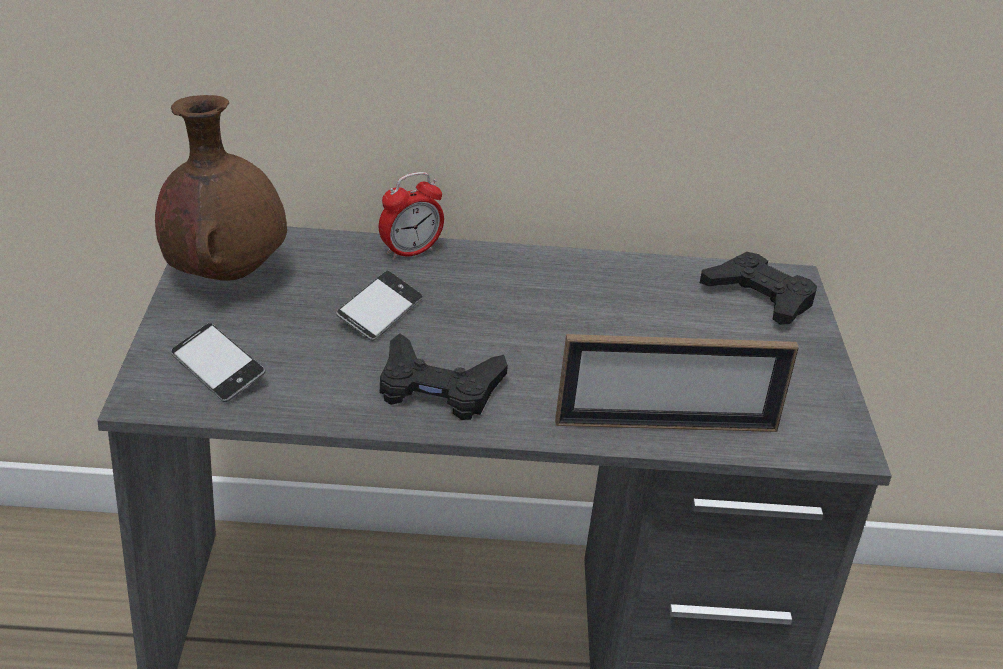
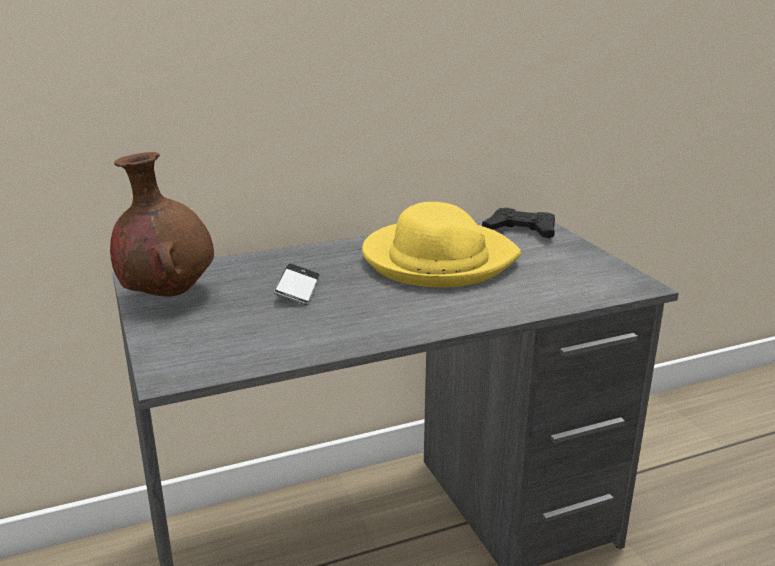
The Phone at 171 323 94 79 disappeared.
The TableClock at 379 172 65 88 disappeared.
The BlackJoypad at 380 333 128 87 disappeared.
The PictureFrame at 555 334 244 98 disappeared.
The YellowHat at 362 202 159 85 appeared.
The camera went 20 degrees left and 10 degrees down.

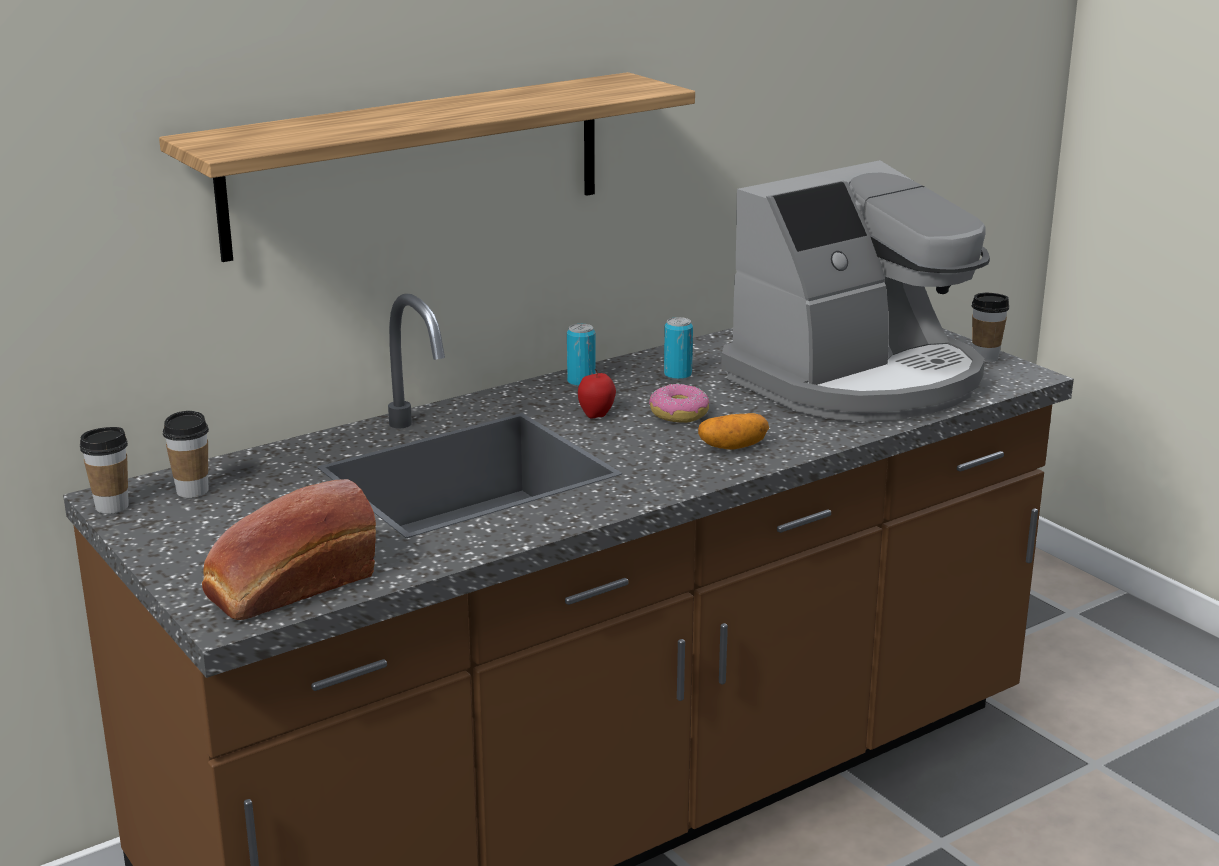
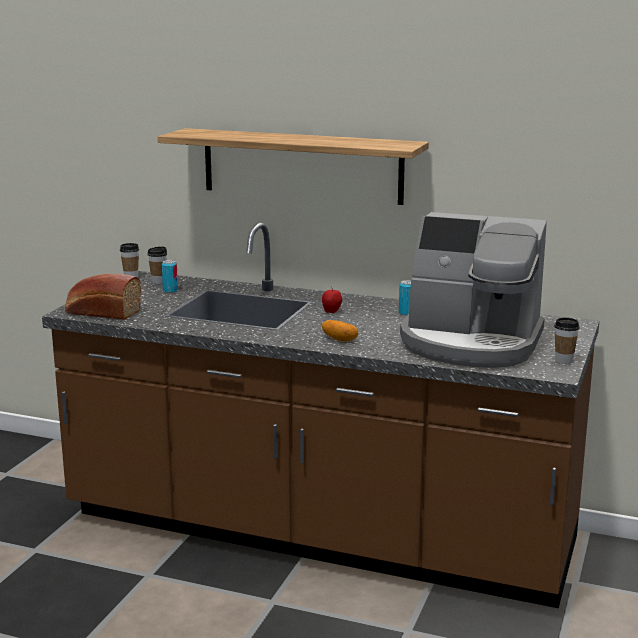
The RingDoughnut at 649 384 61 39 disappeared.
The MetalCan moved from 567 324 29 63 to 162 260 16 33.
The camera went 55 degrees right and 5 degrees down.

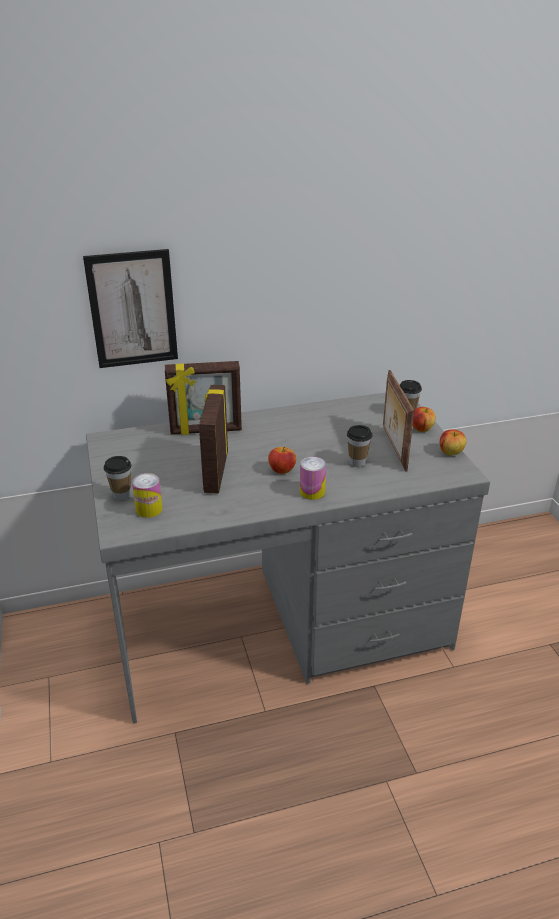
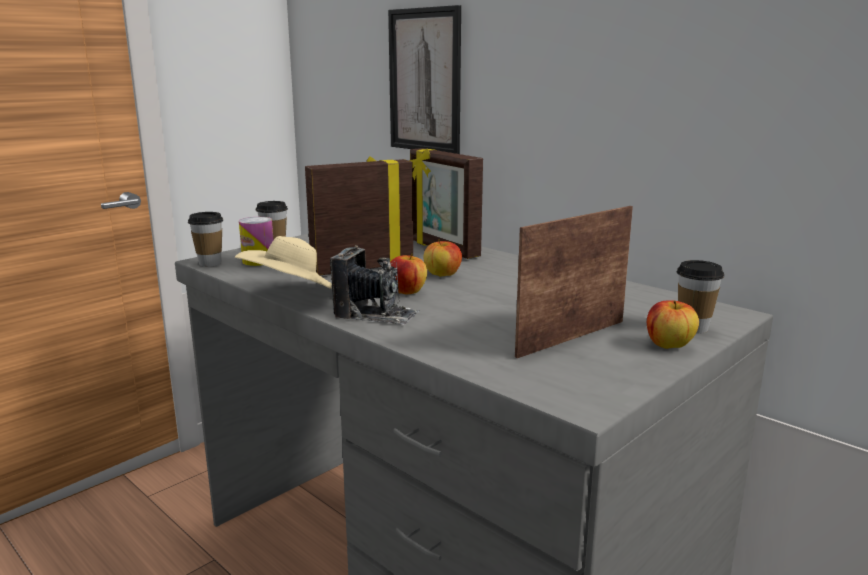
The BeigeColouredHat at 235 236 97 53 appeared.
The SmallCup moved from 347 425 25 42 to 188 212 35 55.
The Apple moved from 440 430 26 25 to 423 239 39 38.
The MetalCan at 300 457 26 43 was replaced by the PhotoCamera at 330 245 89 80.
The camera went 60 degrees right and 15 degrees down.

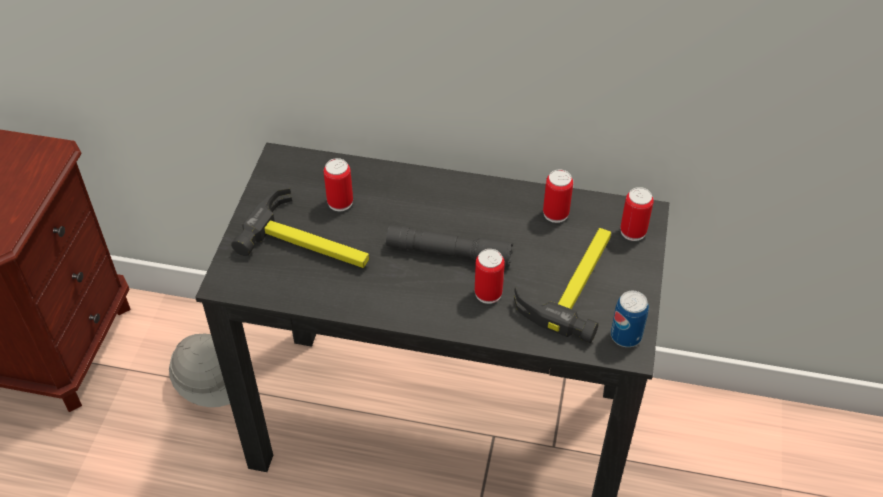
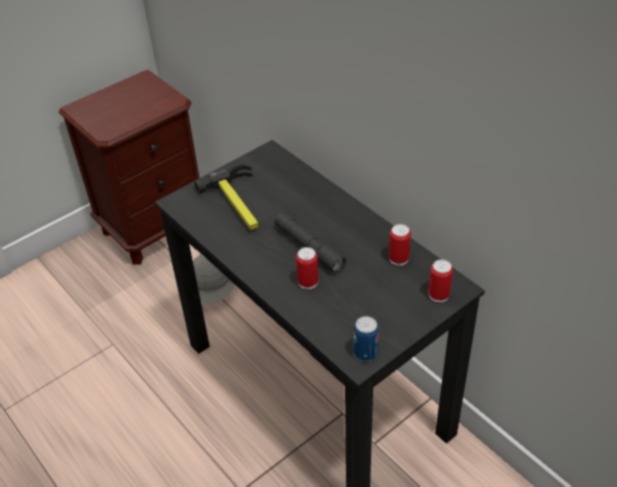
The MetalCan at 324 158 29 53 disappeared.
The HandHammer at 514 228 97 115 disappeared.
The camera went 40 degrees right and 5 degrees down.

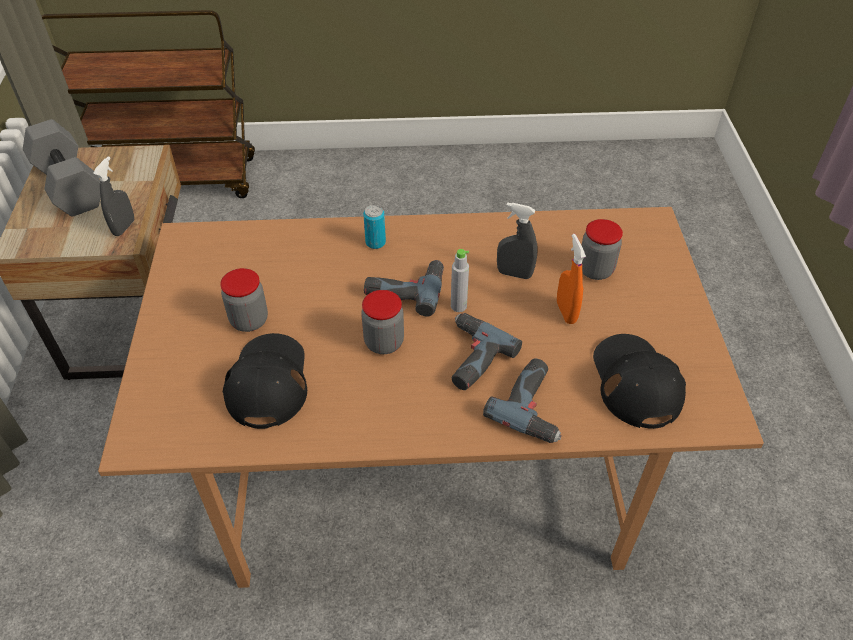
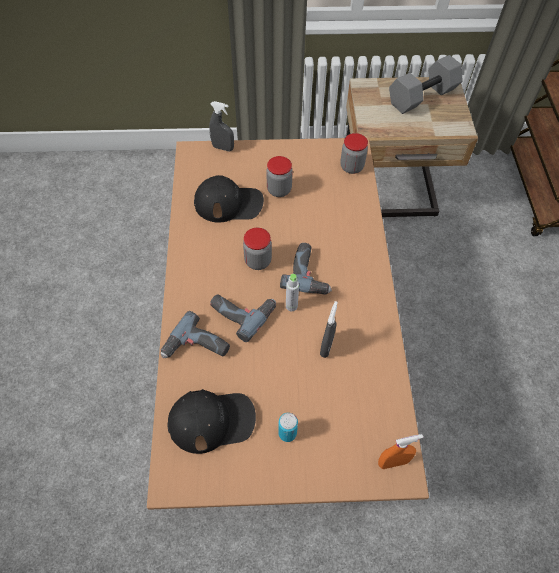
The GreySprayBottle moved from 93 156 41 80 to 209 101 25 50.
The MetalCan moved from 363 205 23 44 to 278 413 20 29.
The OrangeySprayBottle moved from 557 234 29 90 to 378 434 45 35.
The Jar moved from 581 219 42 61 to 340 133 28 41.
The camera went 90 degrees right and 10 degrees up.

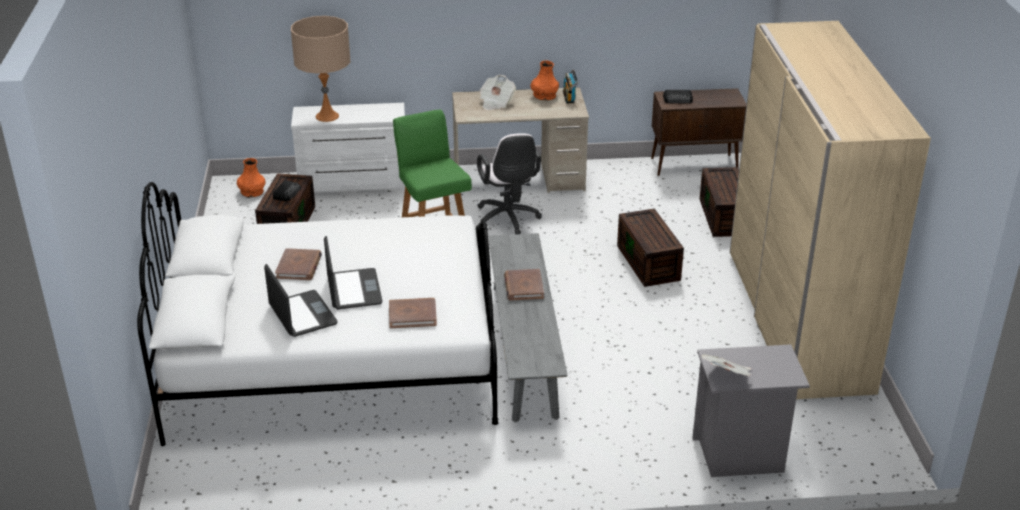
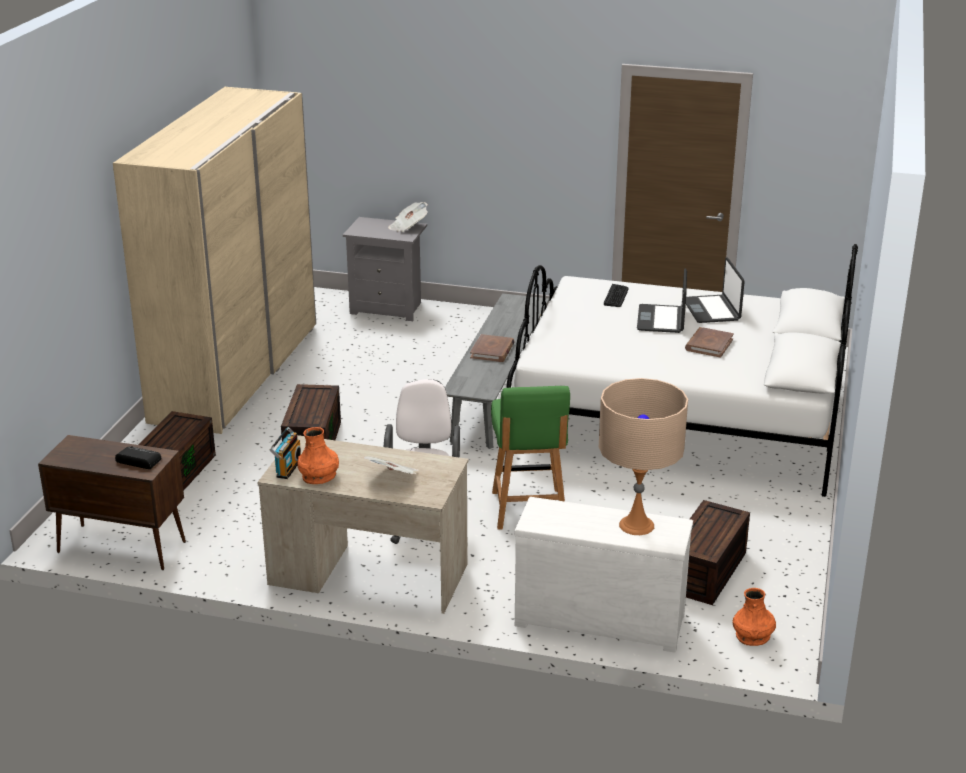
The Radio at 273 180 28 21 disappeared.
The BrownVolume at 389 298 48 30 was replaced by the PcKeyboard at 604 284 25 23.
The camera went 160 degrees left and 5 degrees down.

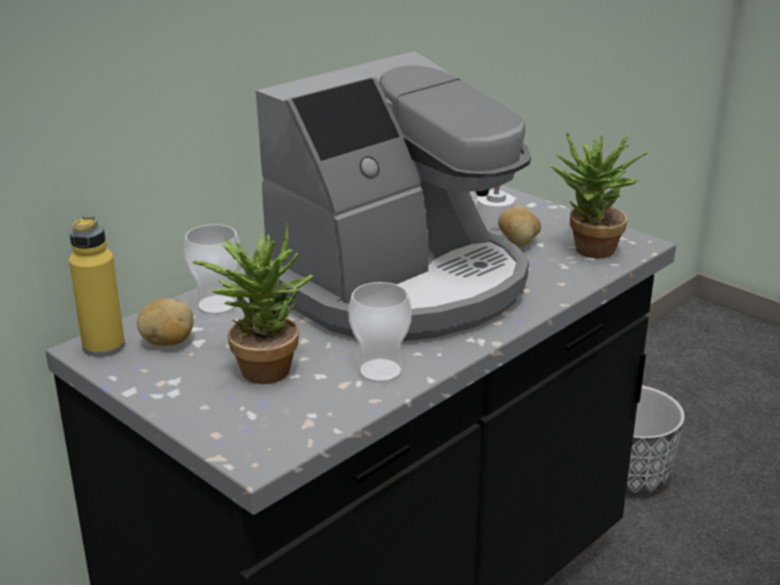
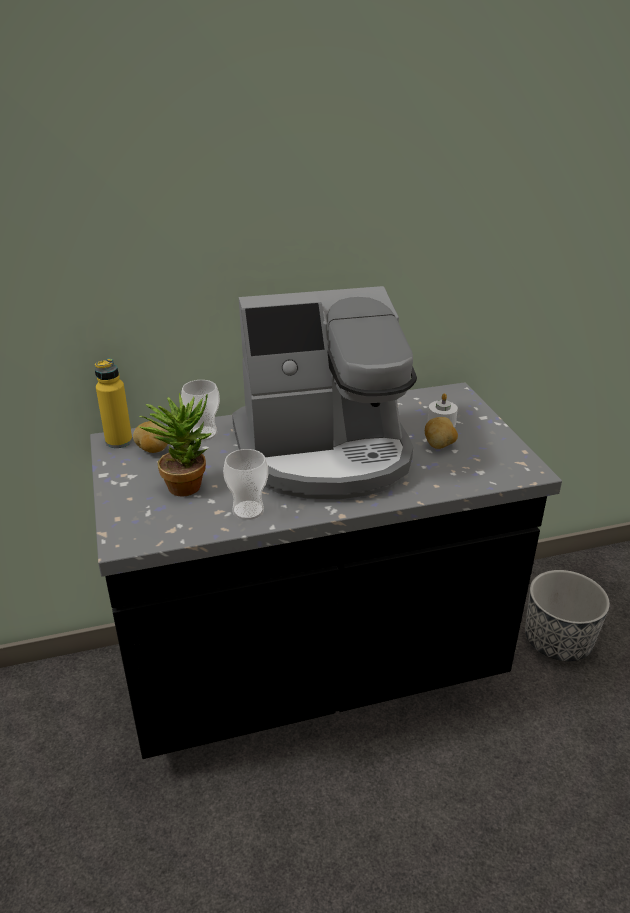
The Houseplant at 550 132 98 126 disappeared.
The camera went 30 degrees right and 5 degrees up.

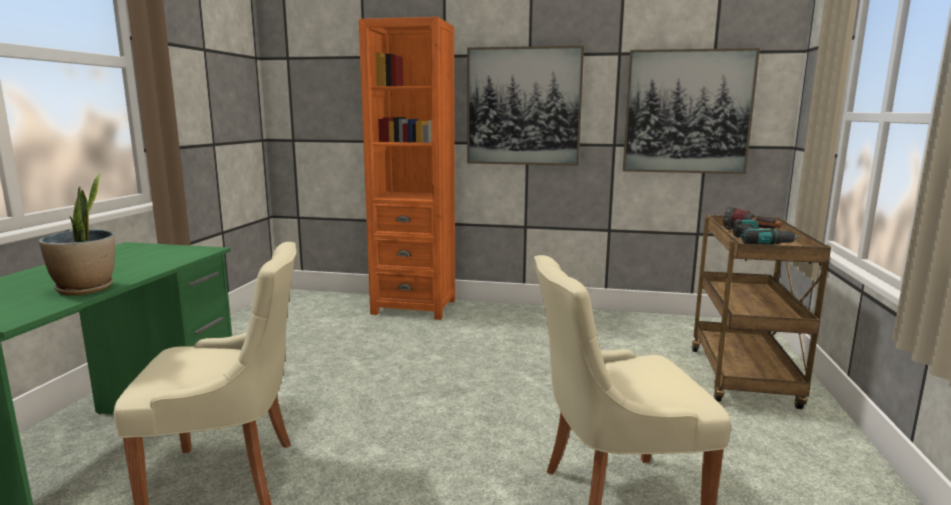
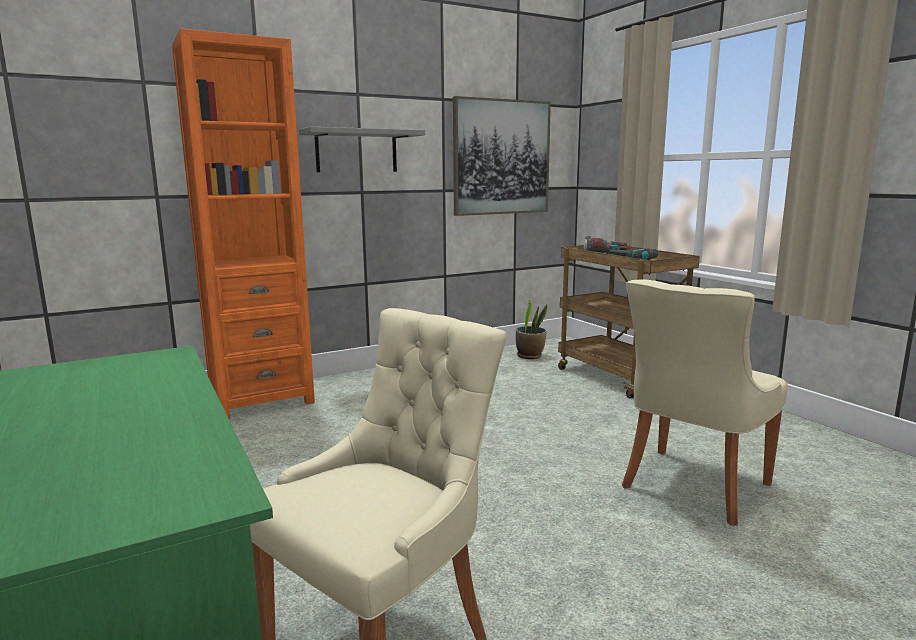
The Houseplant moved from 39 174 76 121 to 516 298 32 61.
The Picture at 467 46 117 120 was replaced by the GreyWallShelf at 299 127 126 45.
The camera went 40 degrees left and 0 degrees up.

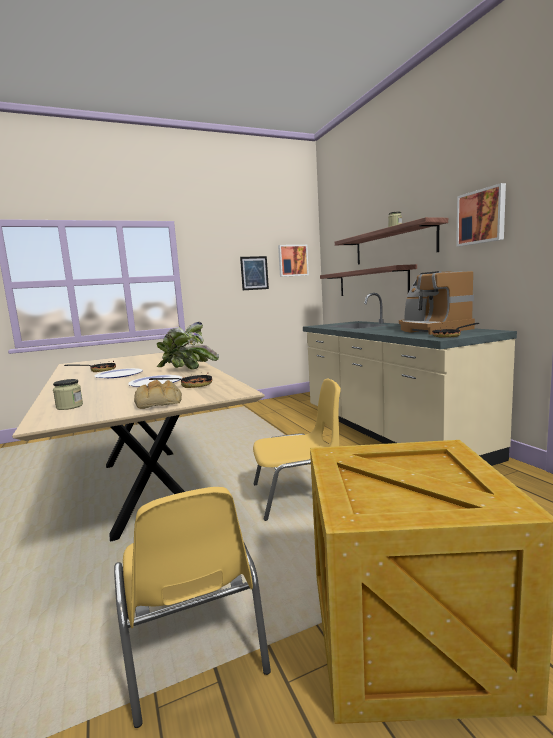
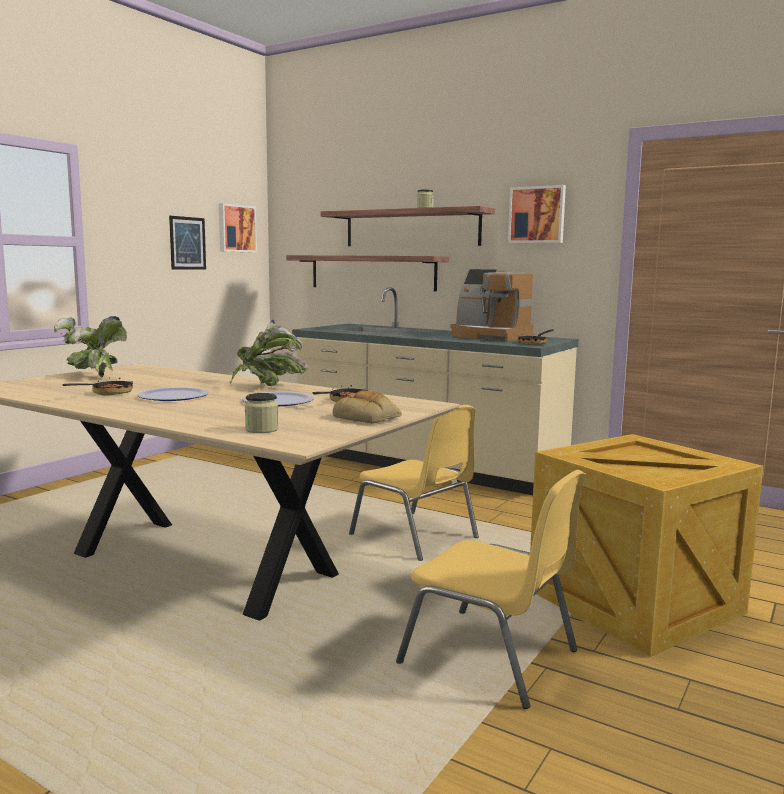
The Houseplant at 54 316 73 61 appeared.
The YellowChair at 253 379 88 142 turned 90 degrees clockwise.
The camera went 35 degrees left and 0 degrees up.

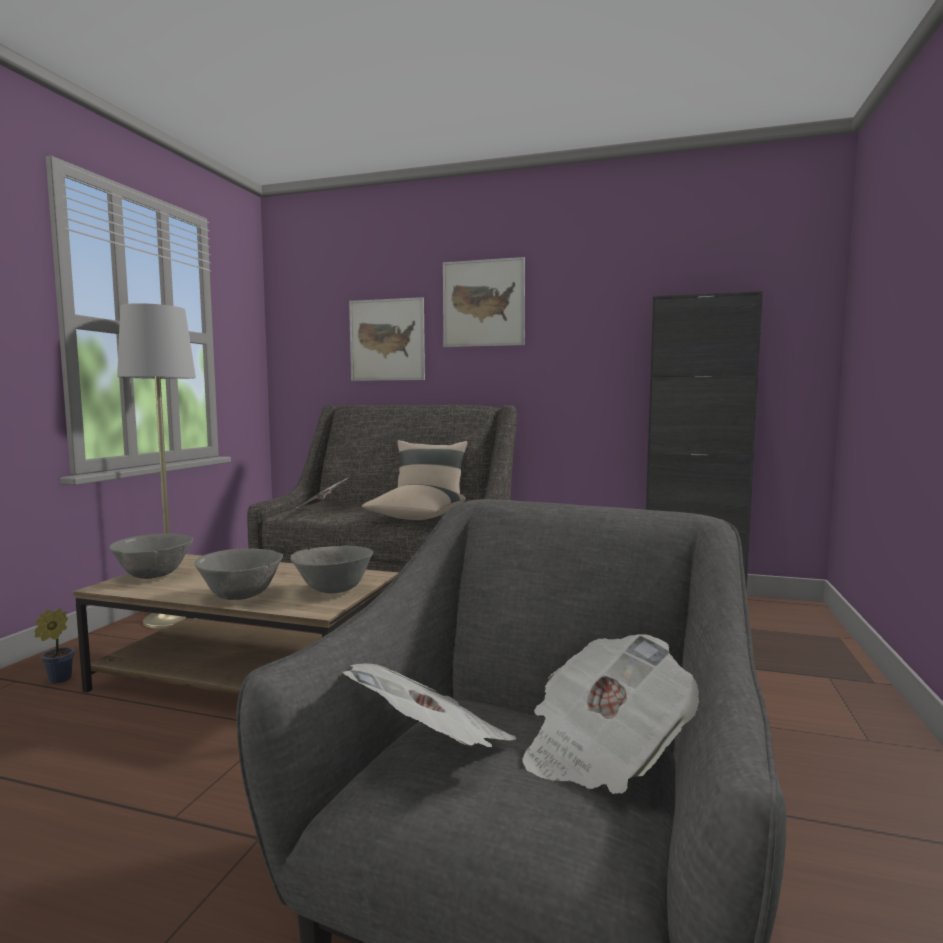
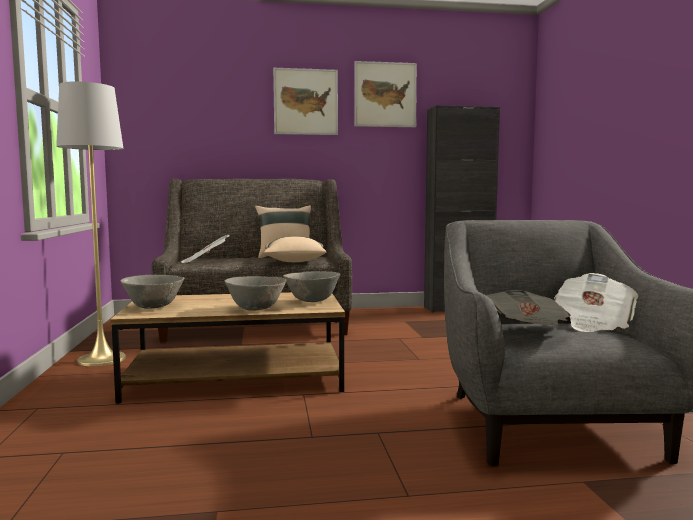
The Houseplant at 35 609 40 75 disappeared.
The Picture moved from 349 297 76 84 to 355 61 62 66.
The camera went 25 degrees left and 0 degrees up.

